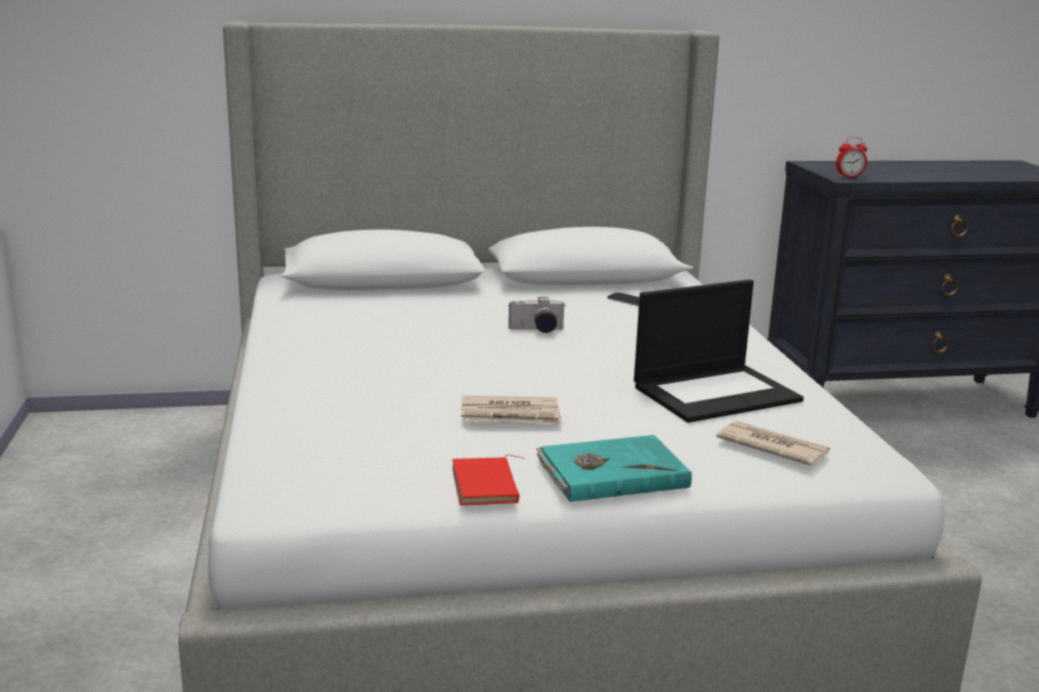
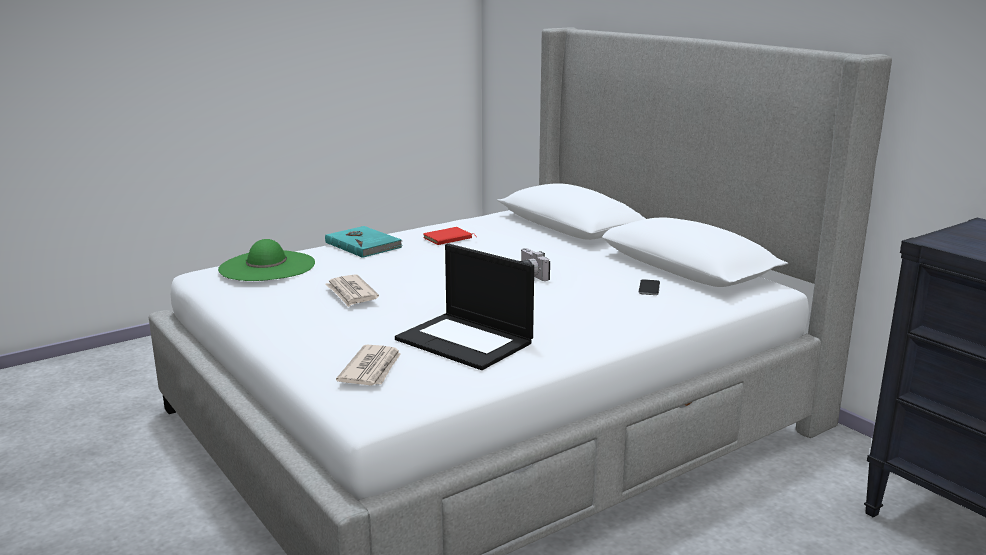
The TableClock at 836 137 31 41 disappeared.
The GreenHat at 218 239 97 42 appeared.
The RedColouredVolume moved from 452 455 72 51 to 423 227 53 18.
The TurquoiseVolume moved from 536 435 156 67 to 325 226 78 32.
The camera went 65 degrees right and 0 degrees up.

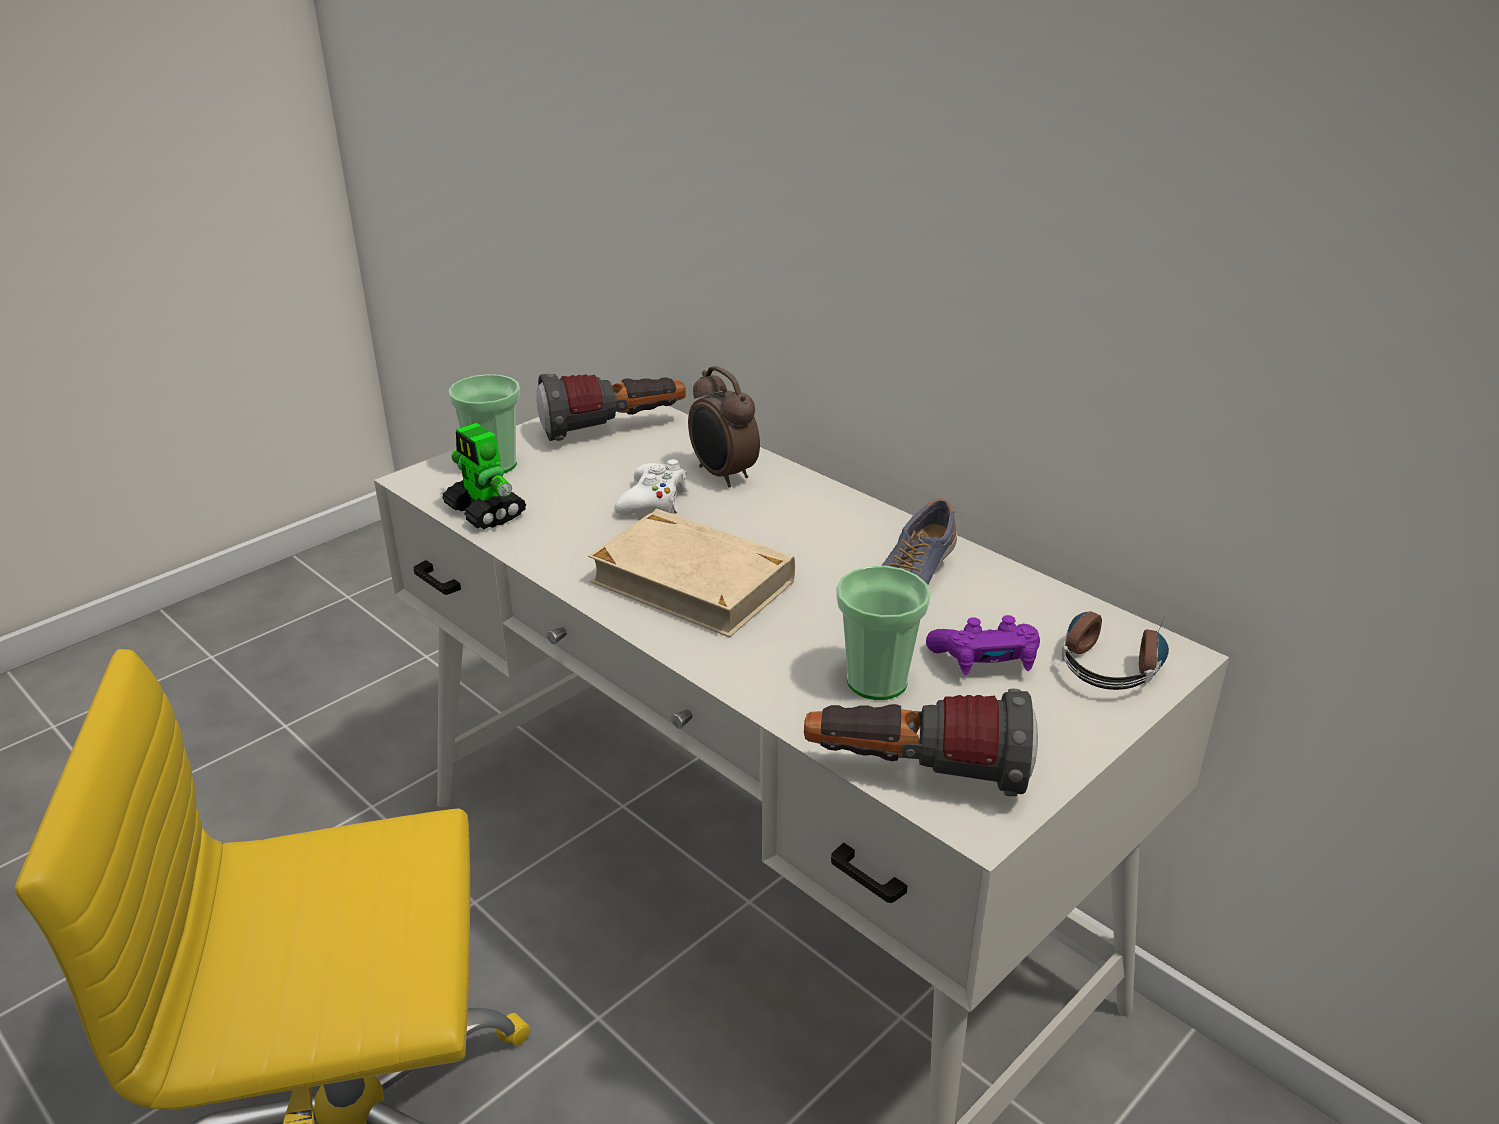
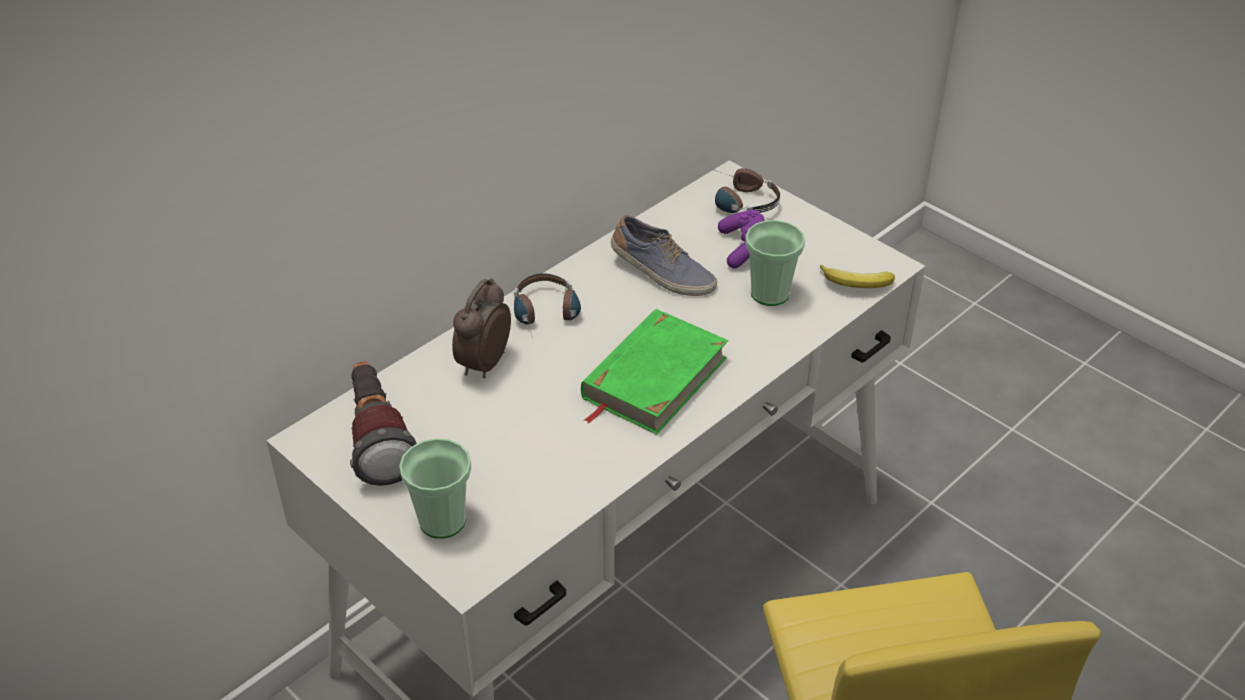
The ToyRobot at 442 423 85 107 disappeared.
The WhiteJoypad at 614 459 75 56 disappeared.
The PairOfHeadphones at 514 273 67 66 appeared.
The Flashlight at 804 689 234 107 was replaced by the BananaFruit at 820 265 75 23.
The BeigeColouredVolume at 588 509 207 128 became the GreenVolume at 581 309 147 126.
The TableClock at 688 366 72 122 turned 150 degrees clockwise.
The camera went 90 degrees left and 10 degrees up.

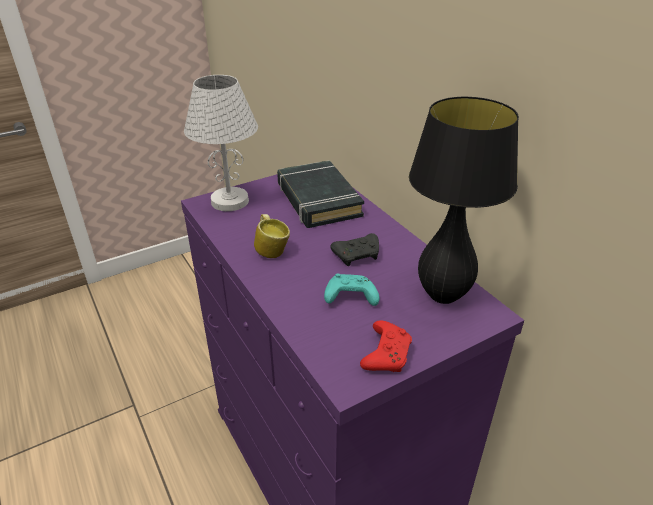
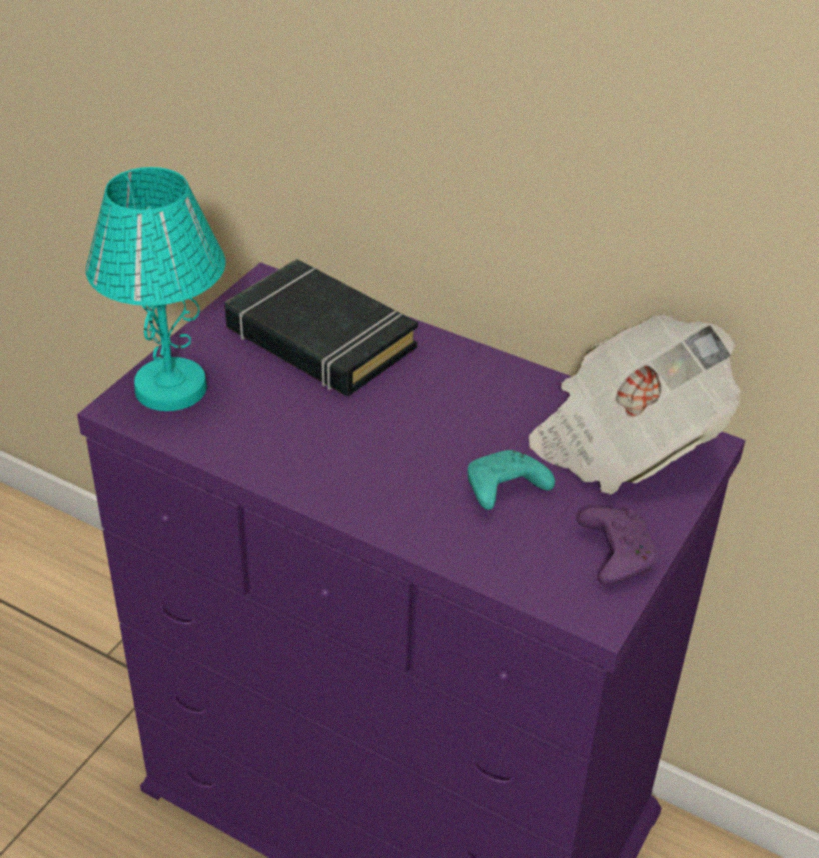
The Mug at 254 214 36 44 disappeared.
The BlackJoypad at 331 233 48 33 disappeared.
The BlackLampForATable at 409 97 110 207 was replaced by the DailyPaper at 529 314 211 181.
The WhiteLampForATable at 184 75 74 136 became the TurquoiseLampForATable at 86 167 140 244.
The RedColouredJoypad at 360 320 52 52 became the PurplishJoypad at 577 507 80 78.
The camera went 30 degrees left and 5 degrees up.

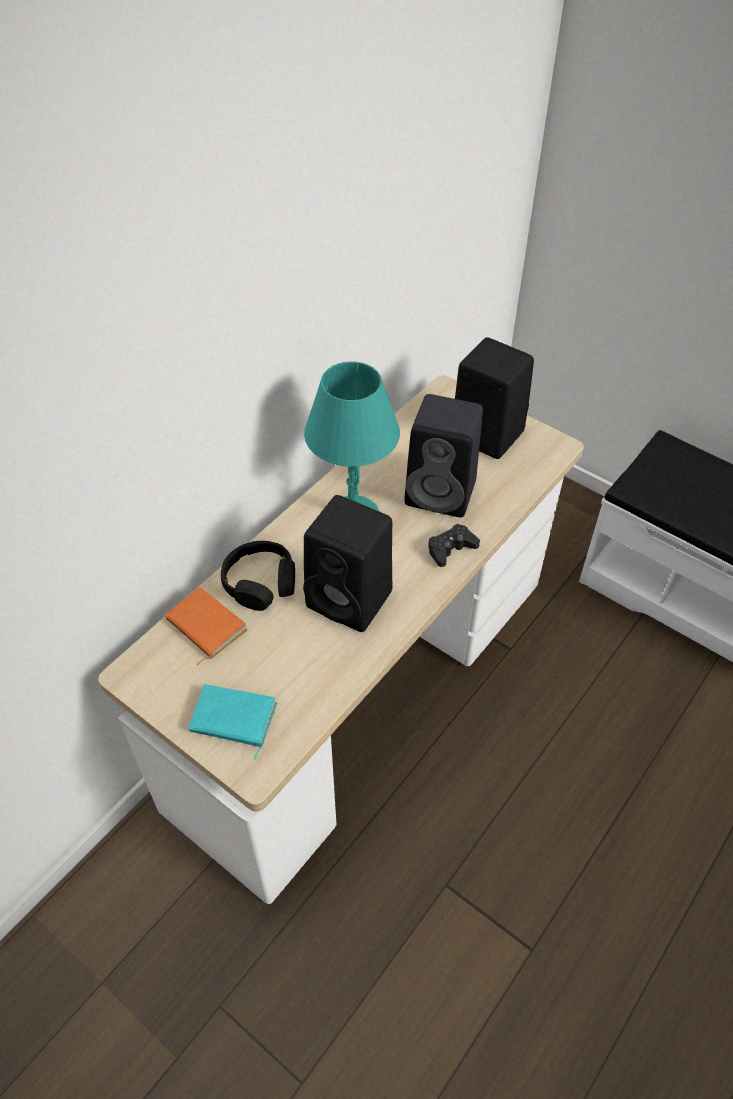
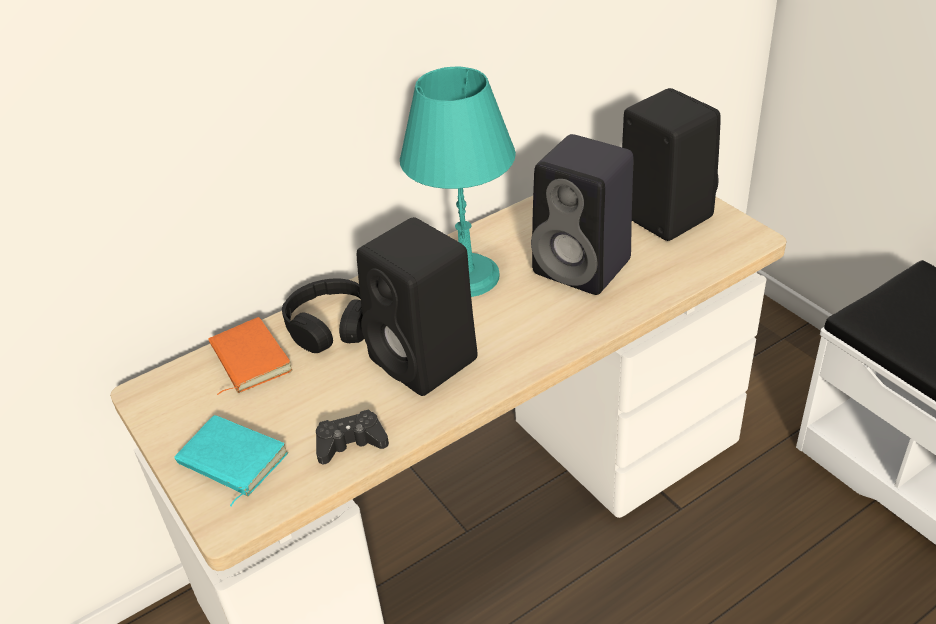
The BlackJoypad moved from 428 524 52 43 to 316 409 73 55.
The camera went 20 degrees right and 10 degrees down.

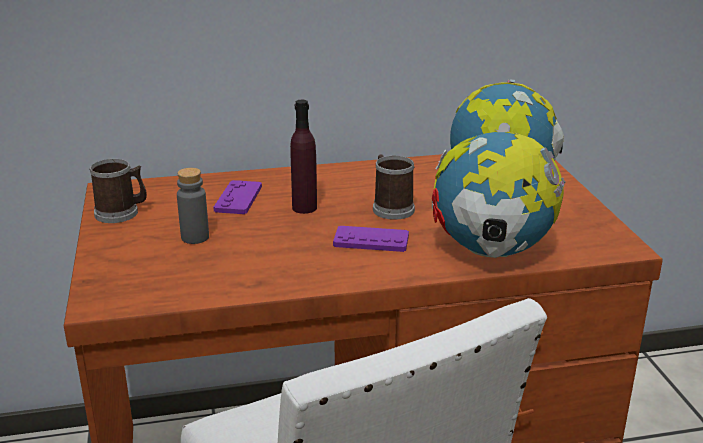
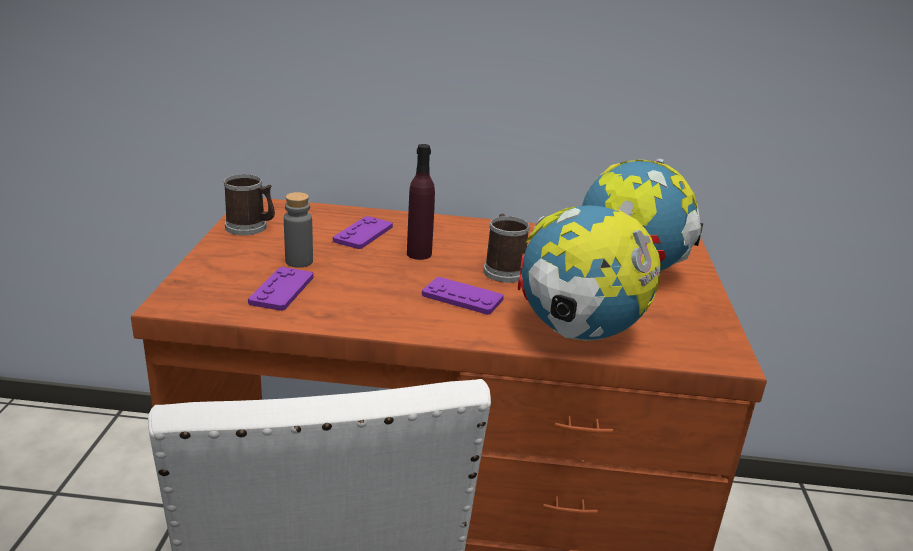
The PurplishJoypad at 248 267 66 44 appeared.
The camera went 15 degrees right and 0 degrees up.

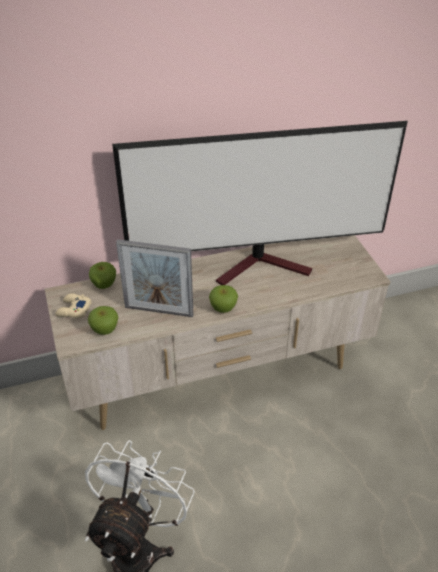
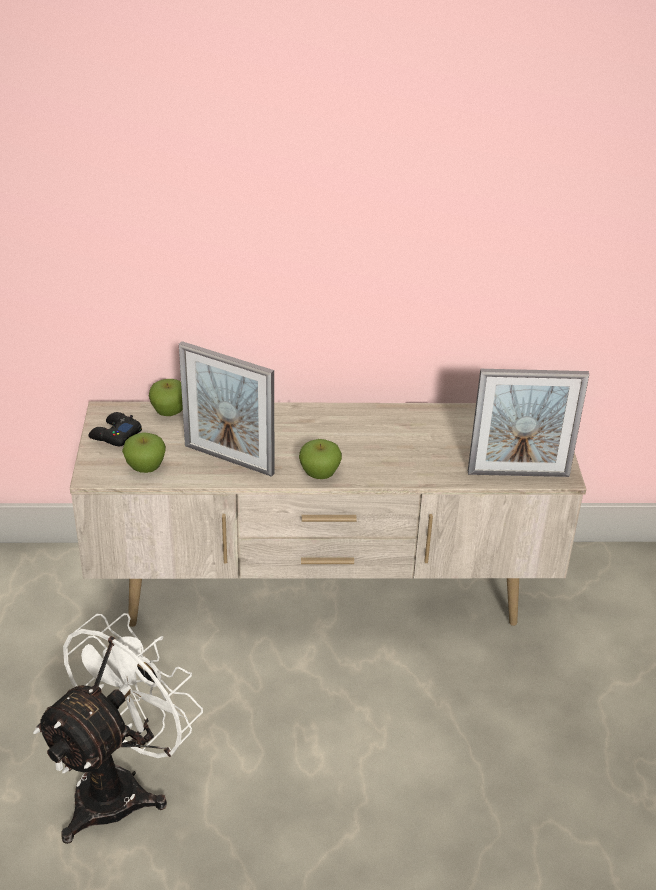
The TvSet at 112 121 296 164 disappeared.
The PictureFrame at 468 369 121 108 appeared.
The BeigeColouredJoypad at 55 293 37 25 became the BlackJoypad at 89 412 53 34.
The camera went 15 degrees right and 5 degrees down.

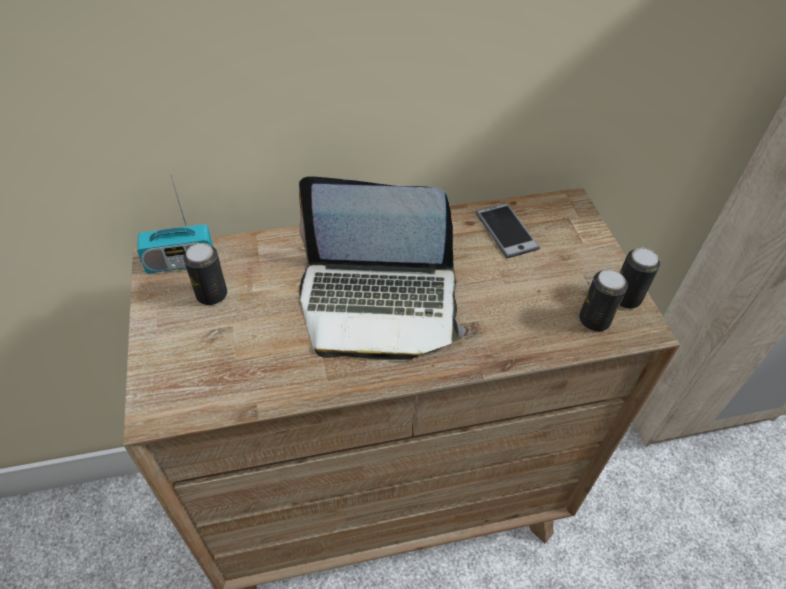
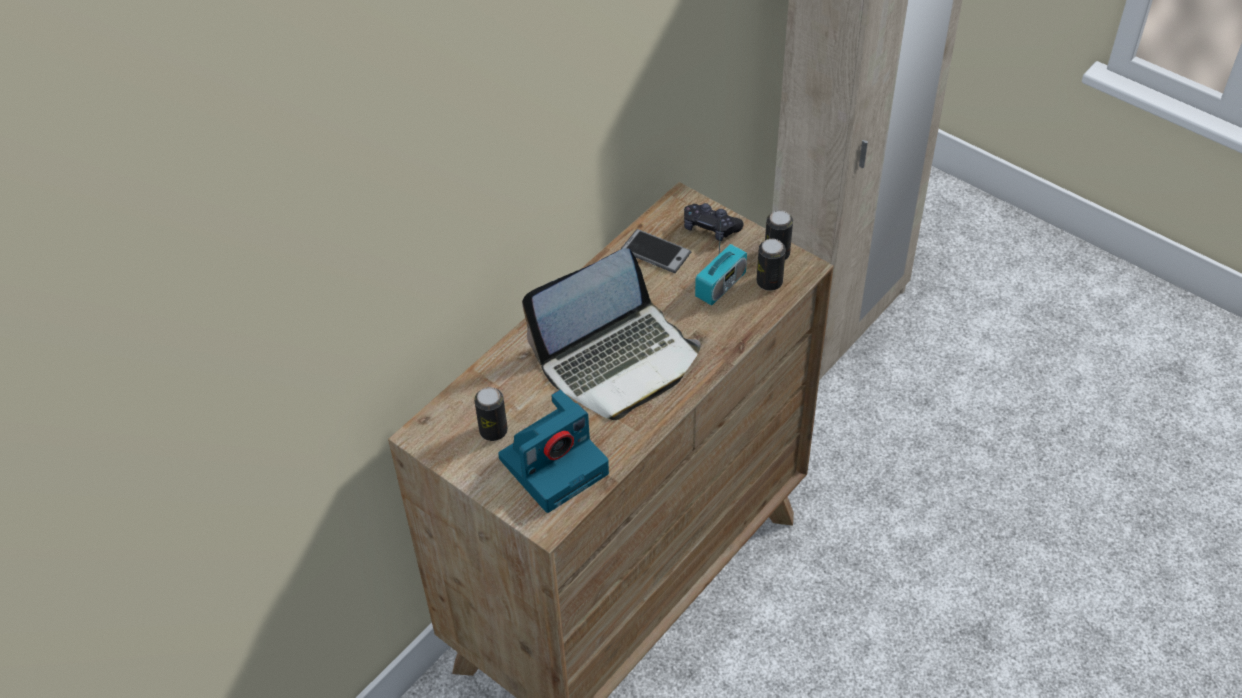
The PhotoCamera at 498 390 111 123 appeared.
The BlackJoypad at 684 203 60 38 appeared.
The Radio moved from 137 174 76 99 to 695 220 52 85.
The camera went 35 degrees left and 0 degrees up.

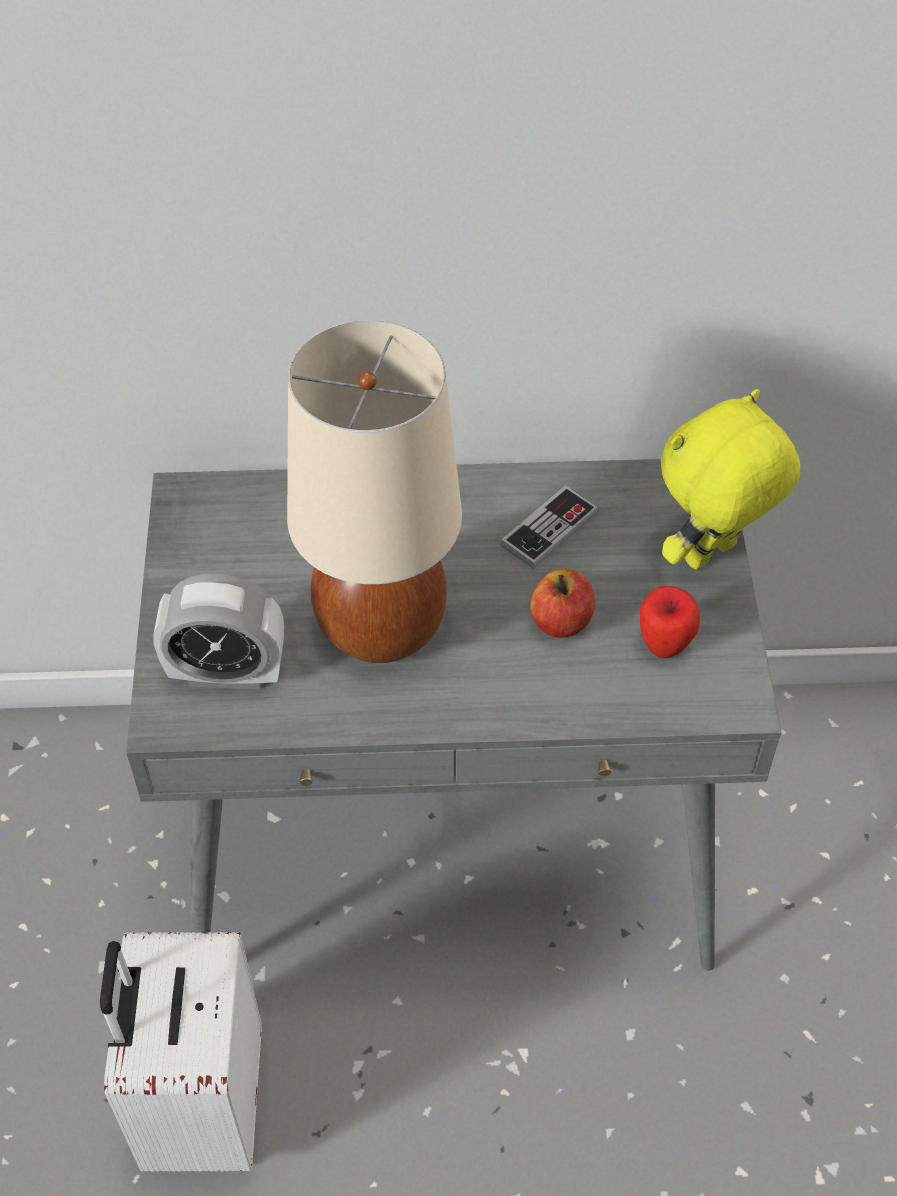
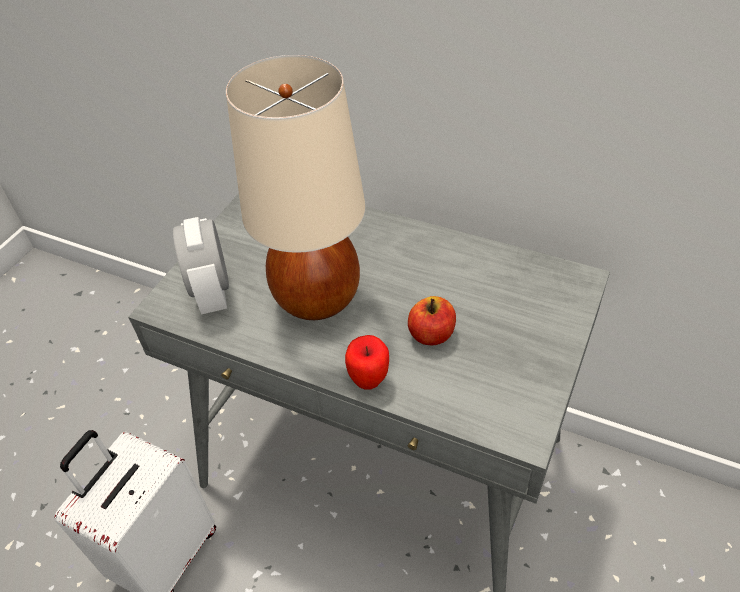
The Joypad at 500 485 99 84 disappeared.
The YellowPlushToy at 661 389 139 181 disappeared.
The Apple moved from 640 586 60 72 to 345 335 44 55.
The TableClock at 154 573 130 117 turned 45 degrees clockwise.
The camera went 30 degrees right and 5 degrees down.

